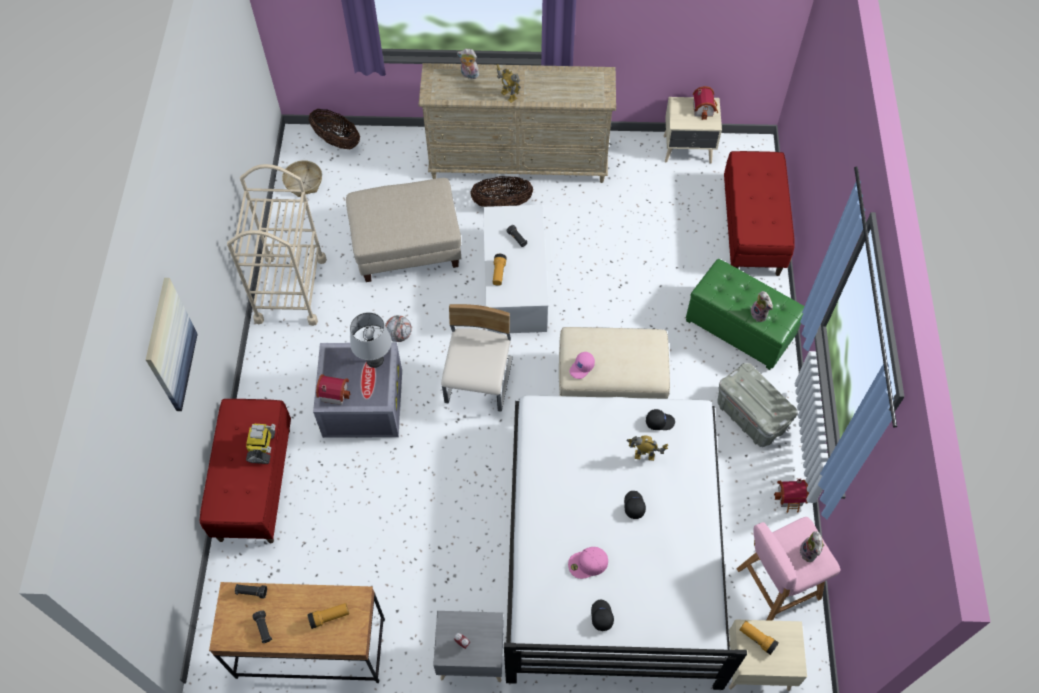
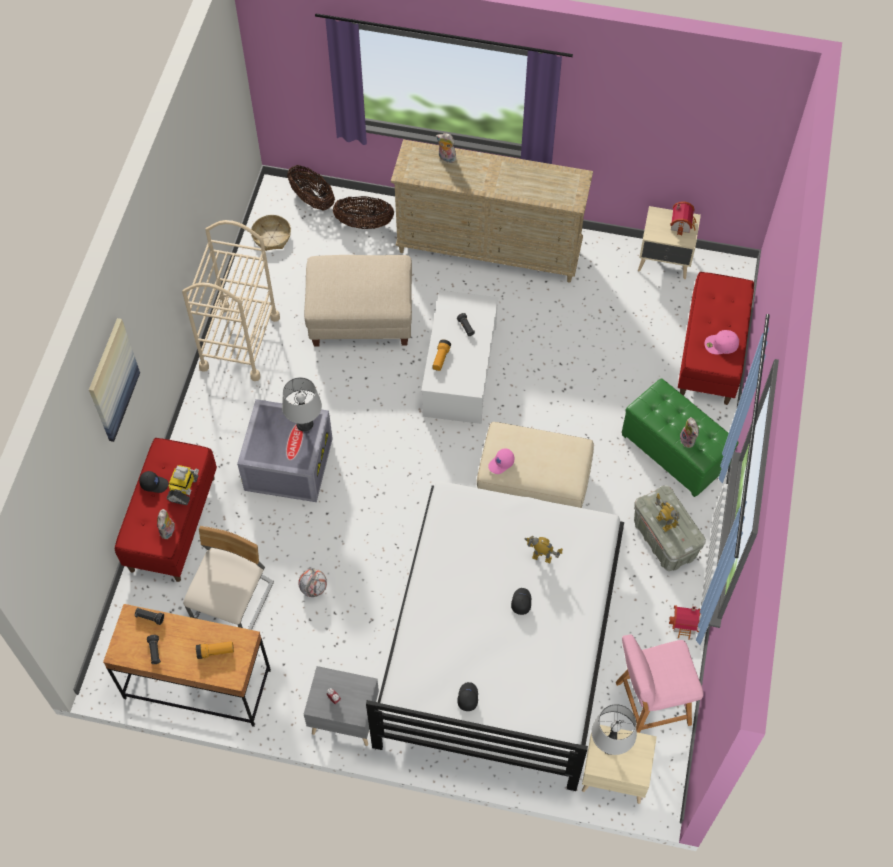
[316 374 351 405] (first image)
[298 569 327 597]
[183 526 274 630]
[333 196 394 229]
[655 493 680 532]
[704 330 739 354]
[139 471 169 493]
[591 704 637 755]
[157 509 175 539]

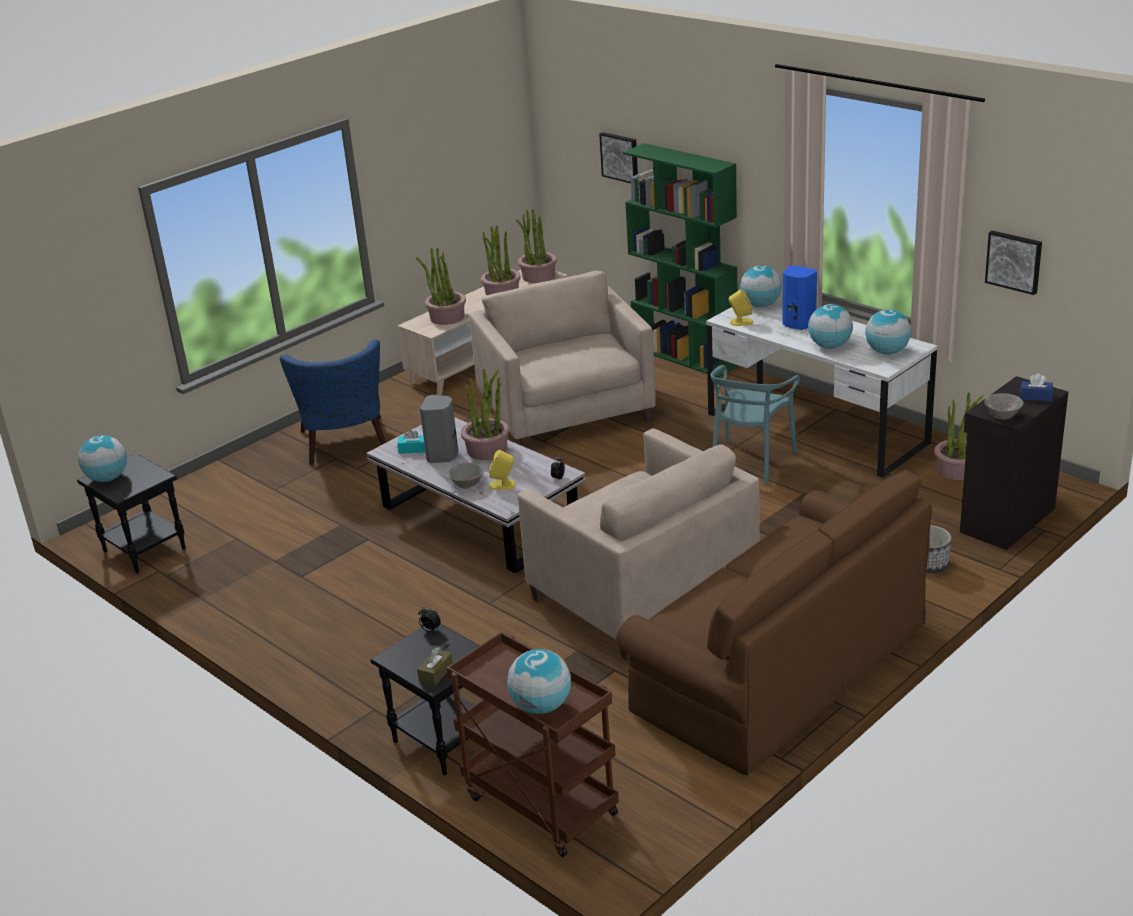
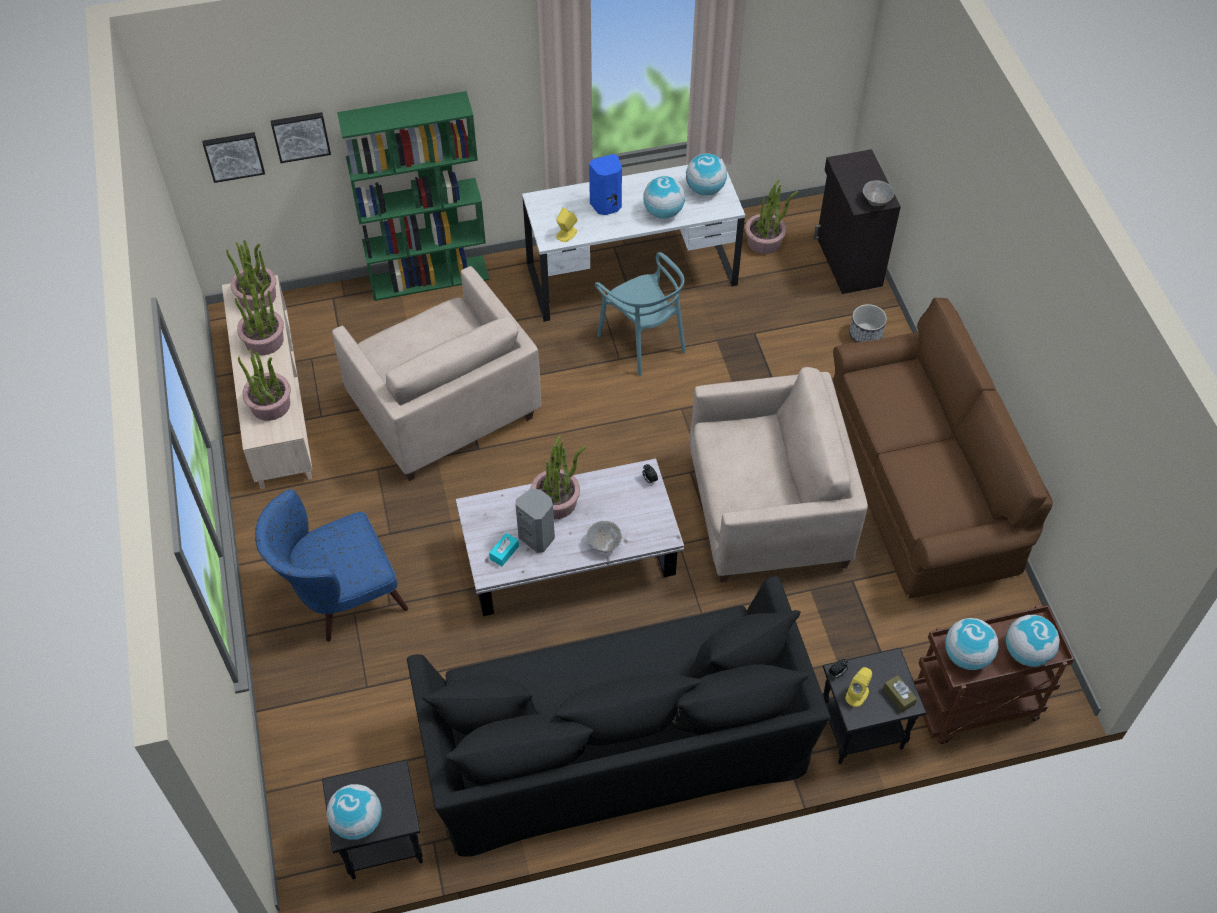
[255 489 408 642]
[332 266 541 481]
[846 667 872 707]
[945 618 998 670]
[202 132 265 183]
[1020 373 1053 401] (first image)
[407 576 830 857]

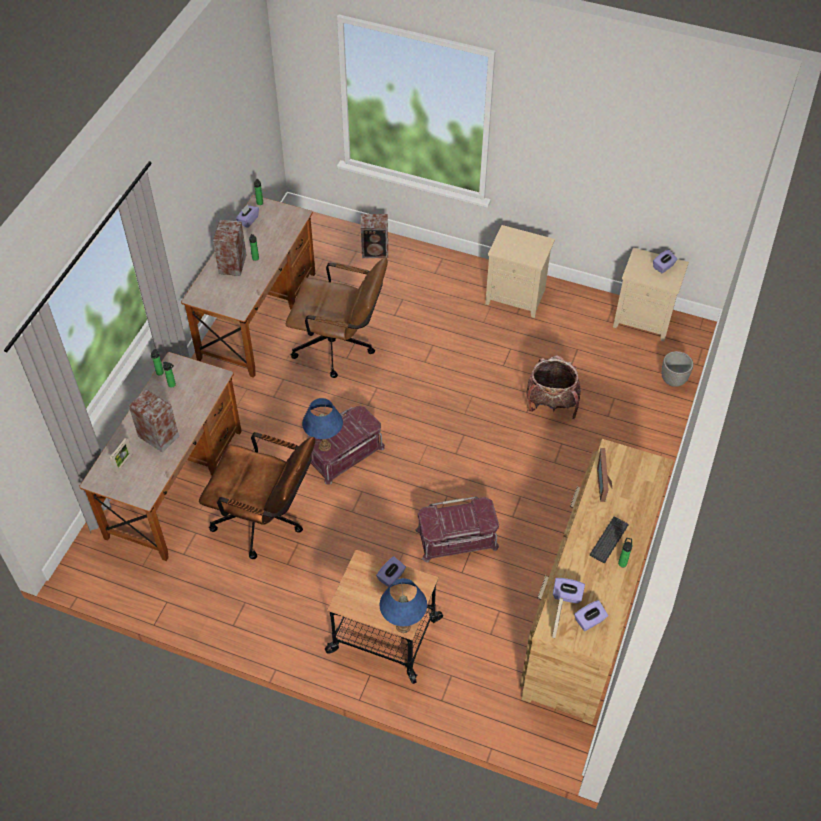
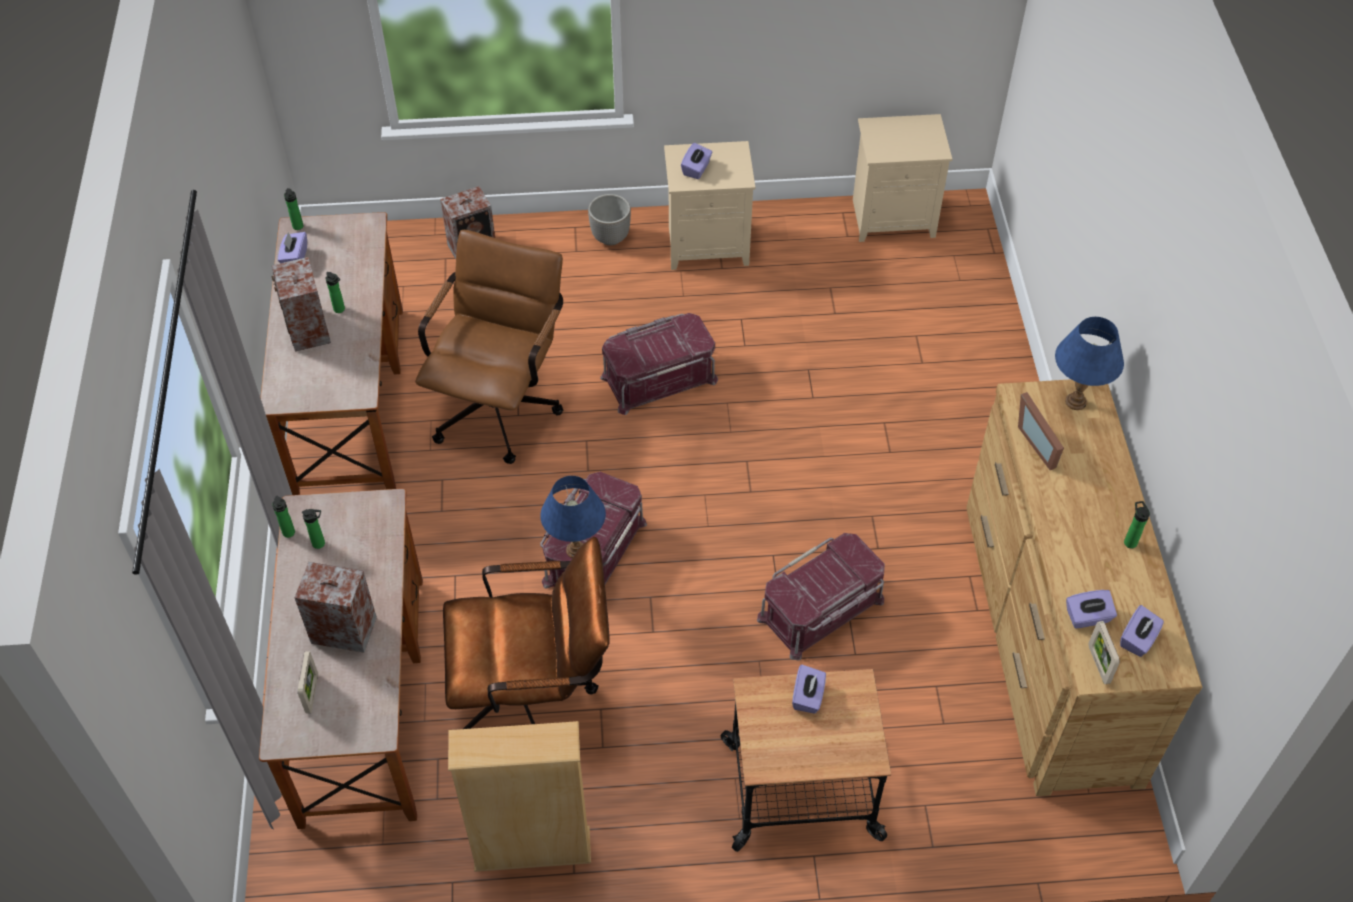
[415 230 563 464]
[1055 317 1124 410]
[526 355 581 419] (first image)
[590 517 629 563] (first image)
[681 143 712 179]
[588 194 631 245]
[448 721 591 872]
[600 313 718 415]

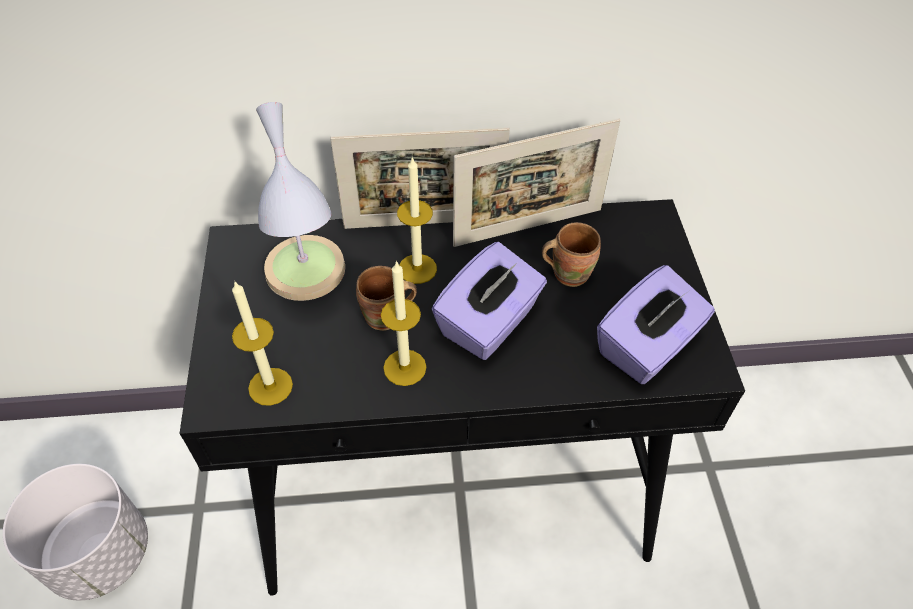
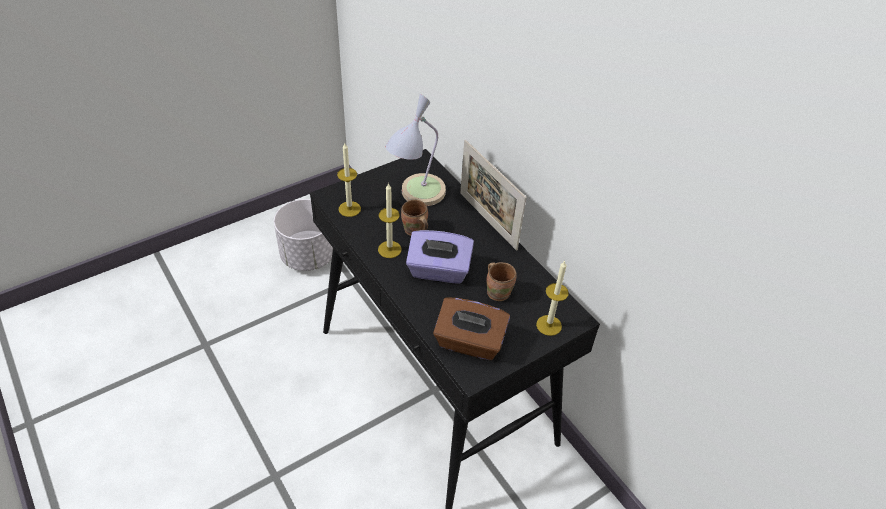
[536 260 569 336]
[453 118 620 247] (first image)
[433 298 510 360]

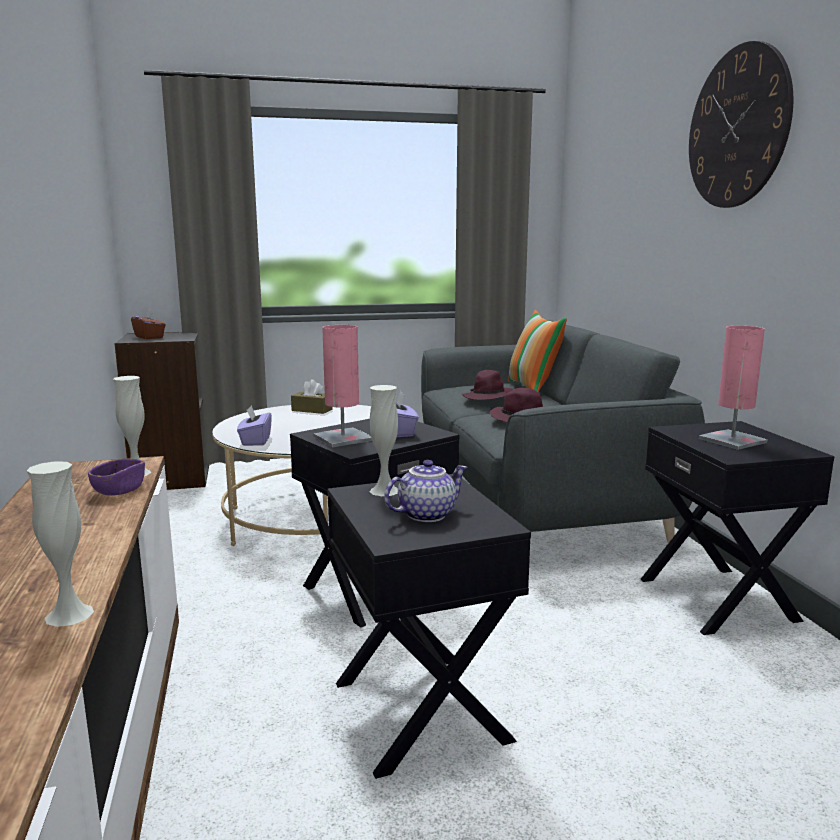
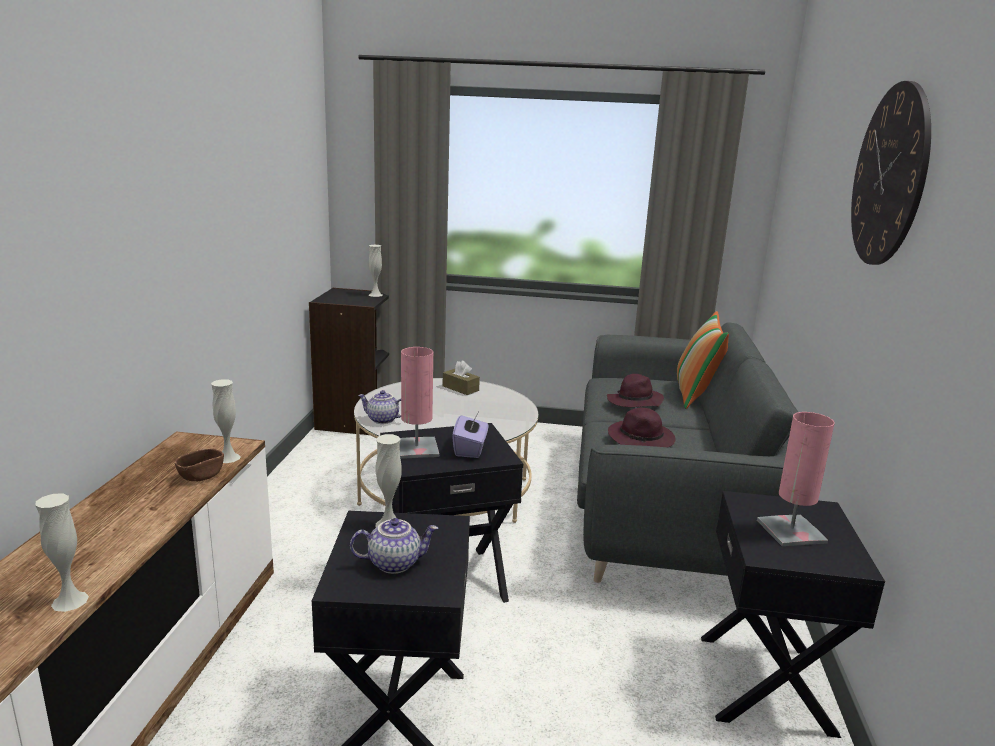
[175 448 224 481]
[131 309 166 339] (first image)
[358 390 401 424]
[369 245 383 297]

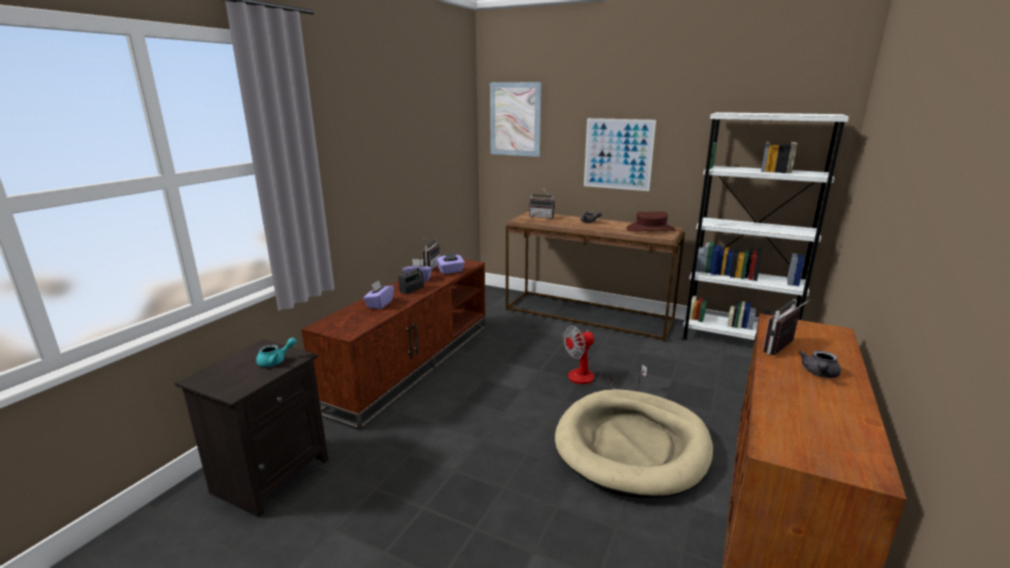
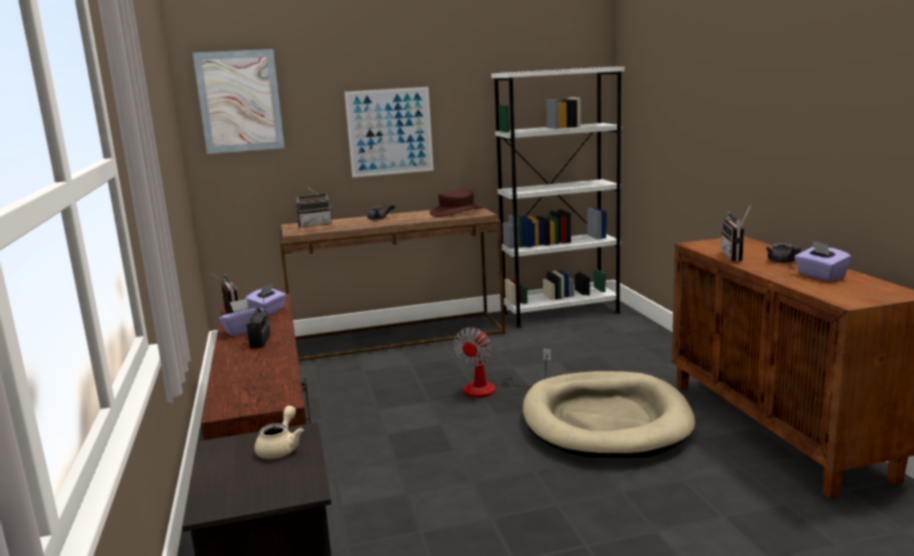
[254 406 304 459]
[795 241 852 281]

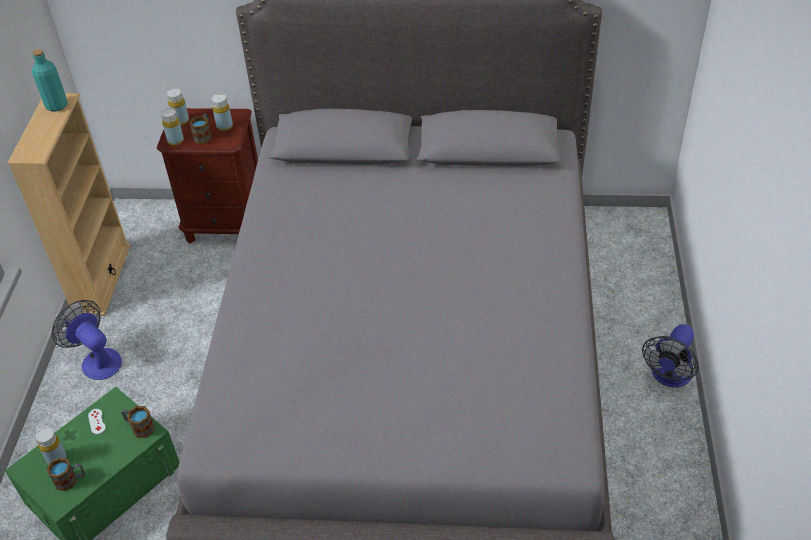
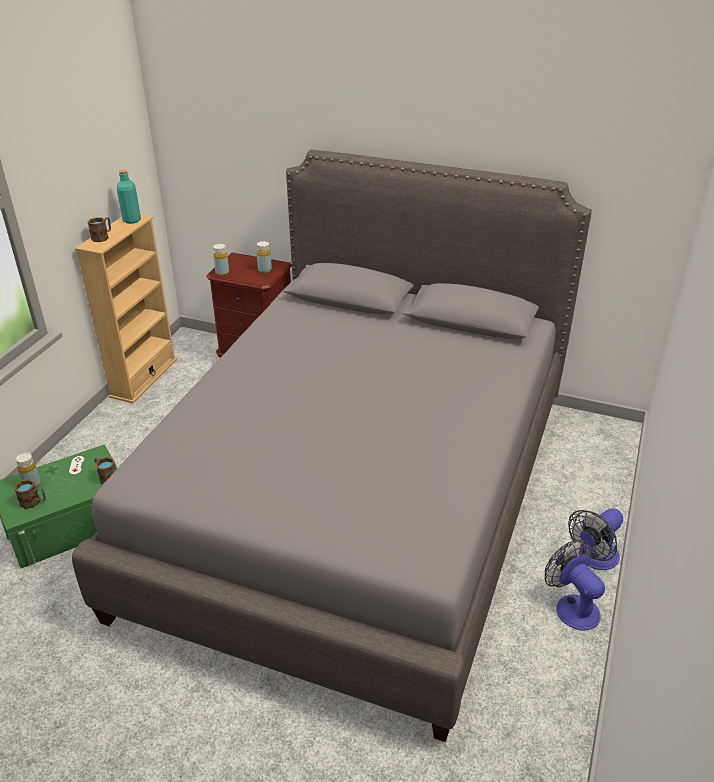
[545 540 605 631]
[167 88 189 125] (first image)
[87 217 111 242]

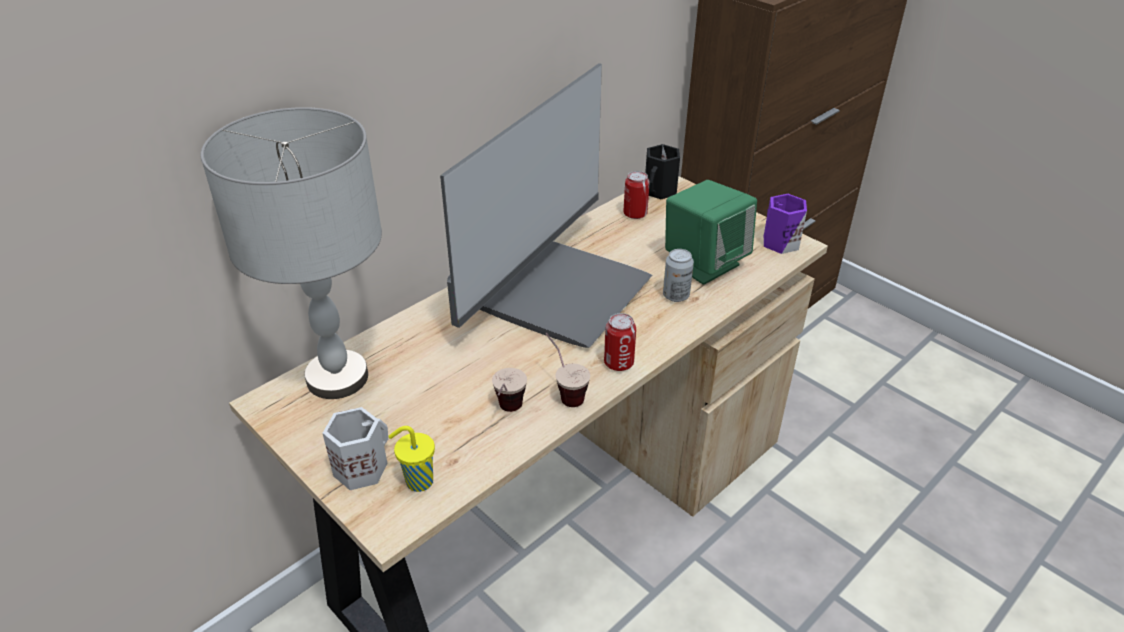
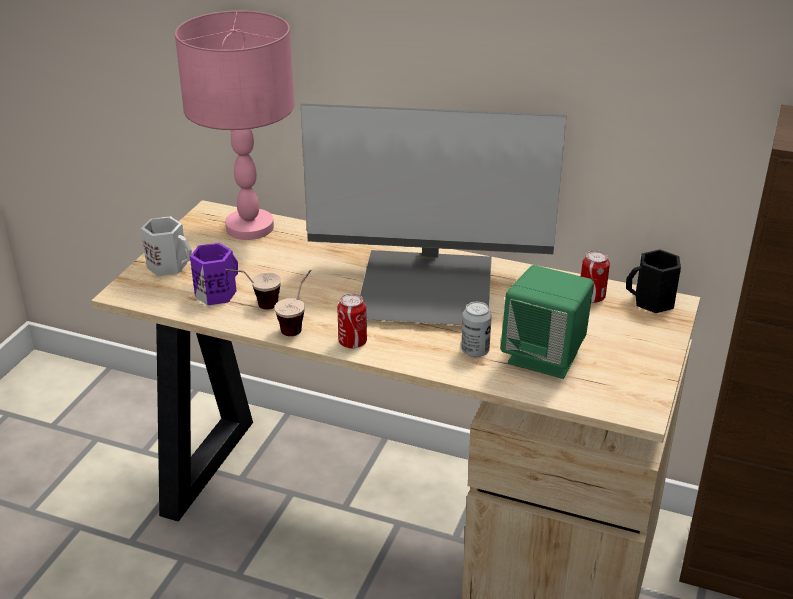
[175 11 295 240]
[389 426 435 492] (first image)
[190 243 238 305]

